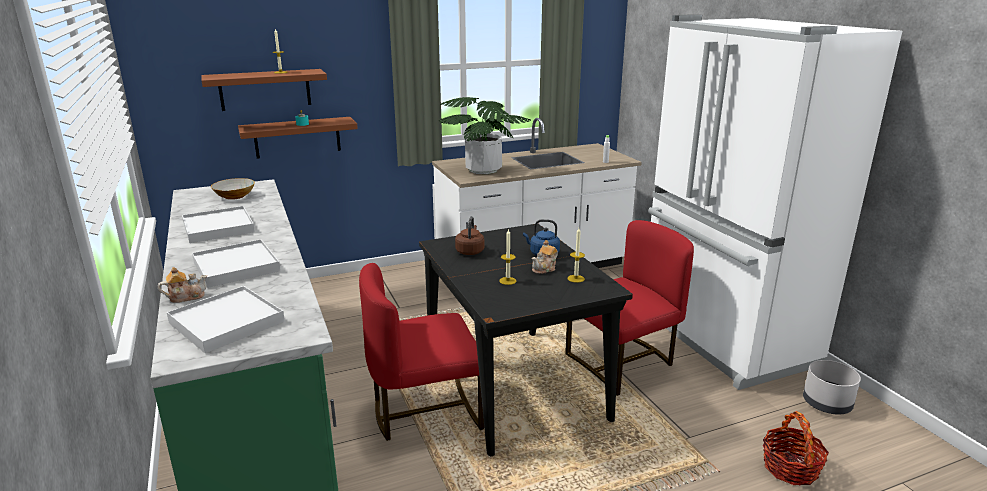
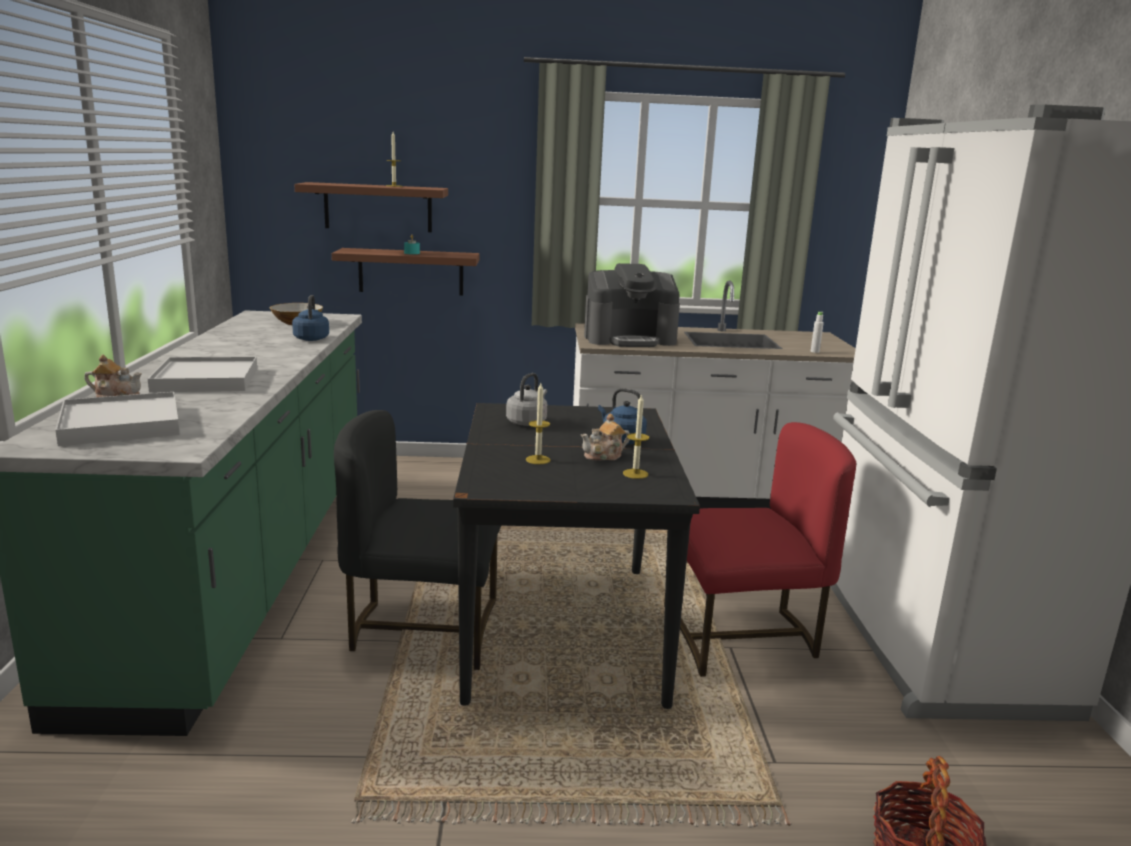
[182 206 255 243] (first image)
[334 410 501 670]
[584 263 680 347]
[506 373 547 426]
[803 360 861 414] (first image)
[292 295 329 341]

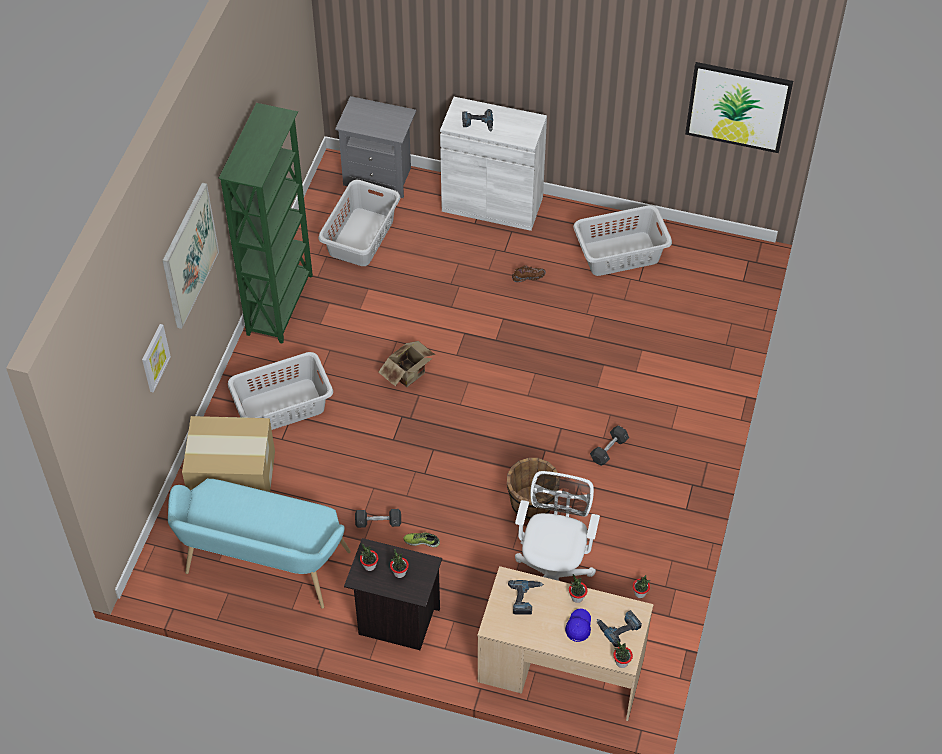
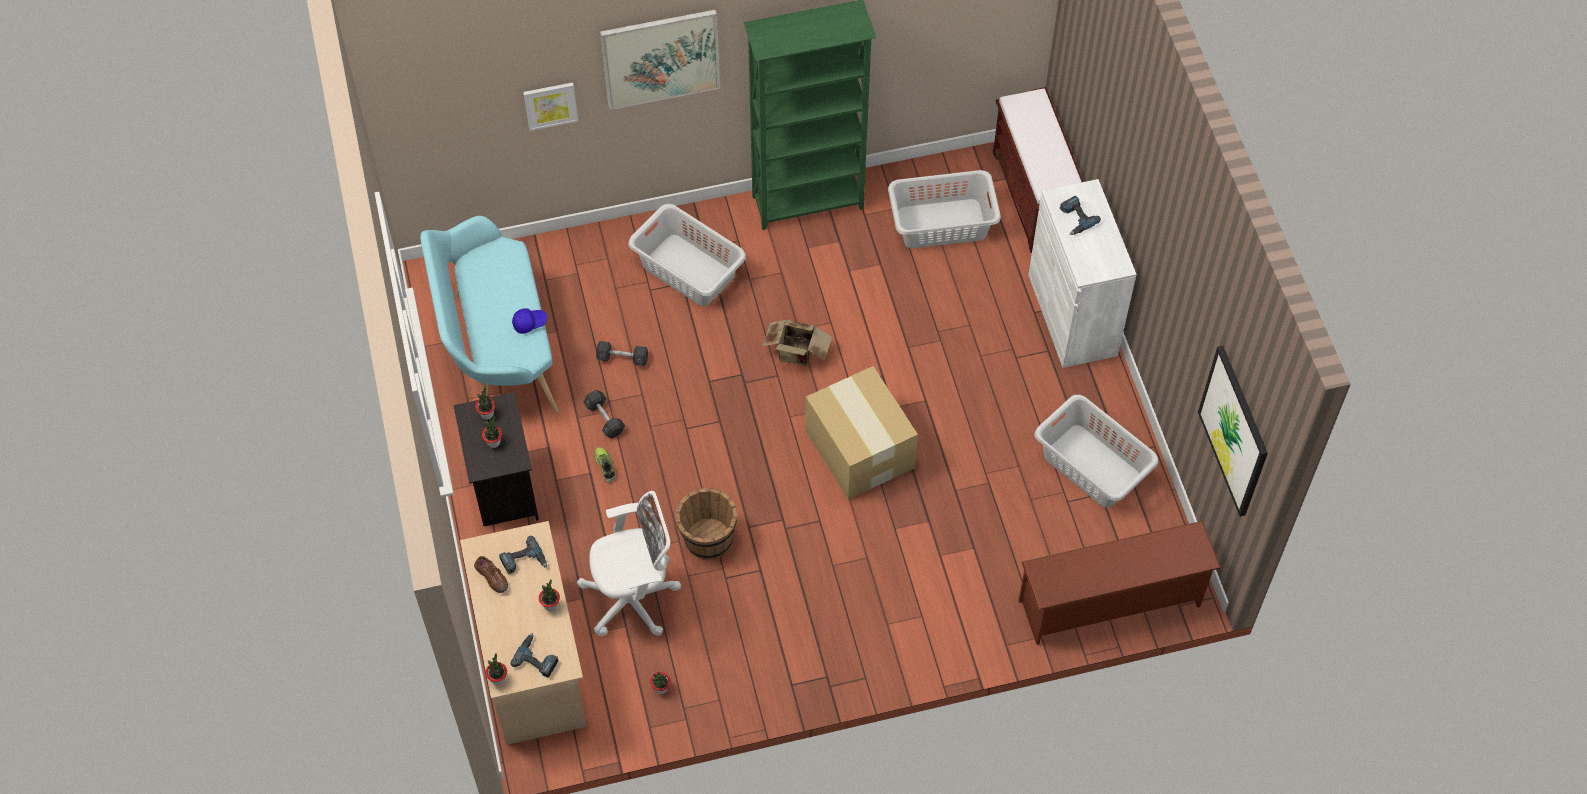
[806 366 918 500]
[993 87 1083 253]
[474 556 508 593]
[512 308 547 334]
[596 341 648 366]
[1018 521 1221 645]

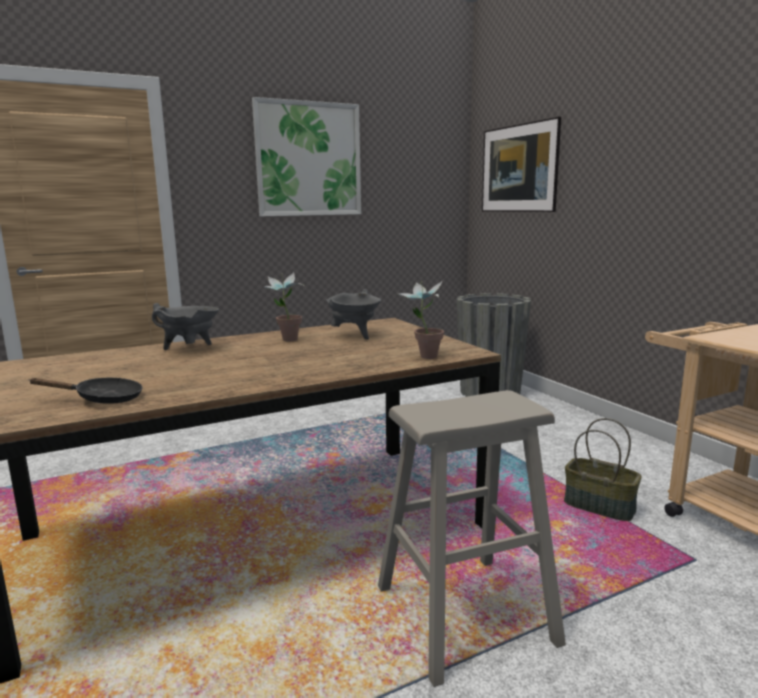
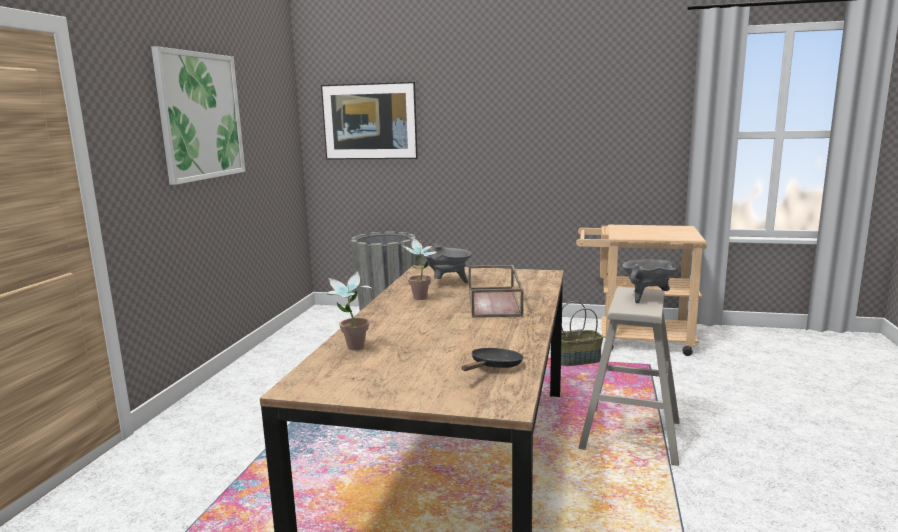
[622 260 676 303]
[327 271 373 350]
[469 265 523 318]

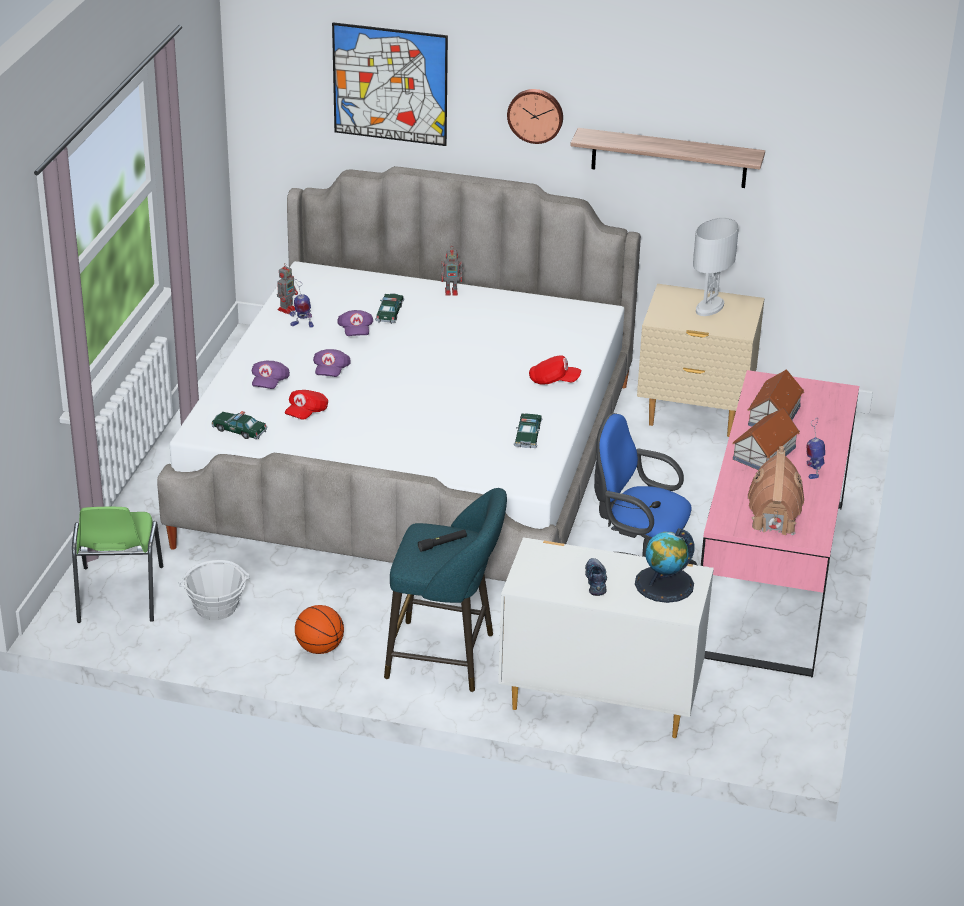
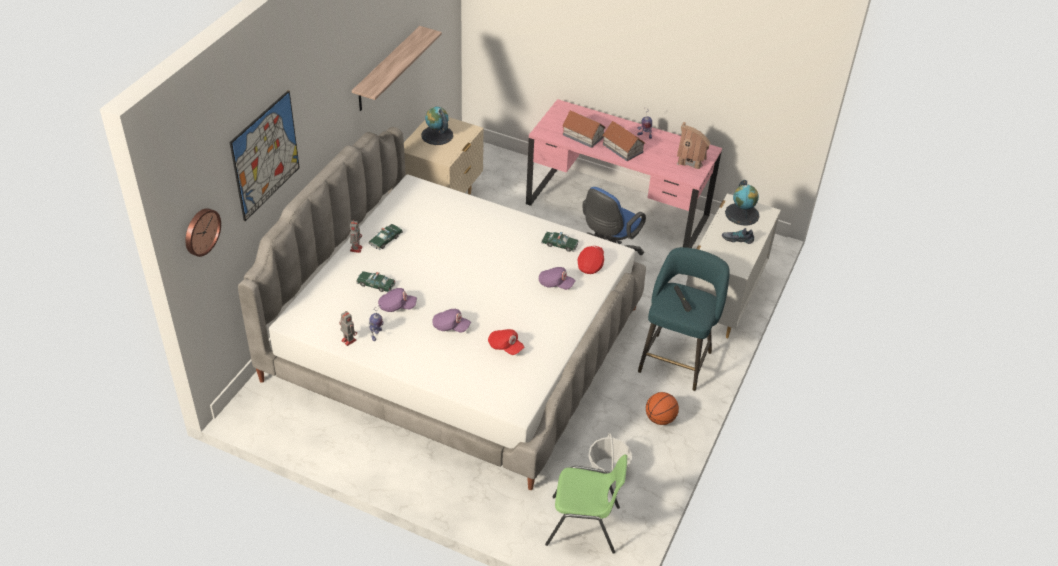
[369 224 403 250]
[539 267 576 290]
[185 208 221 257]
[578 246 604 274]
[421 107 453 145]

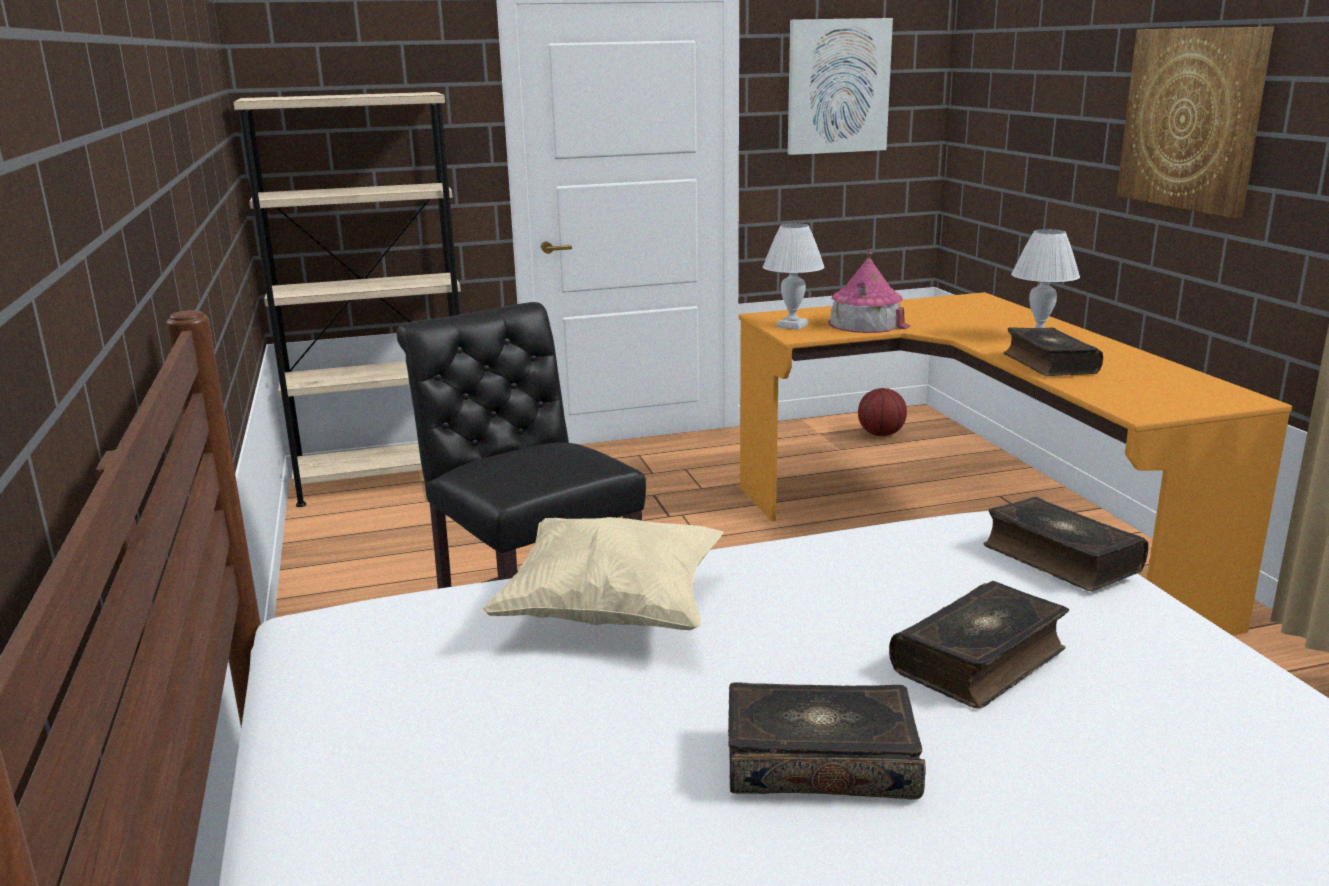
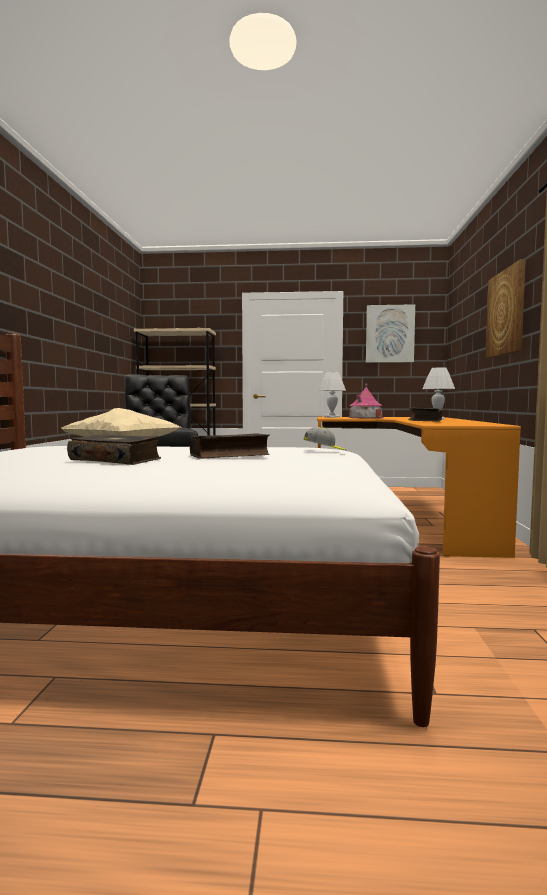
[858 388 907 436] (first image)
[303 427 346 450]

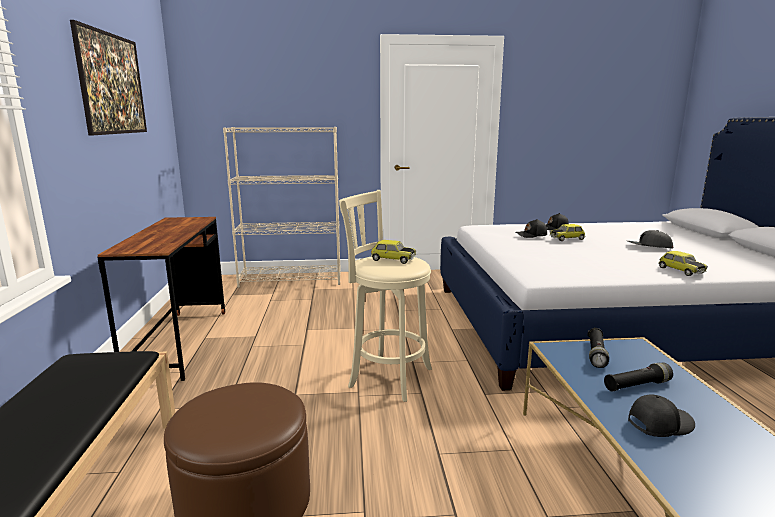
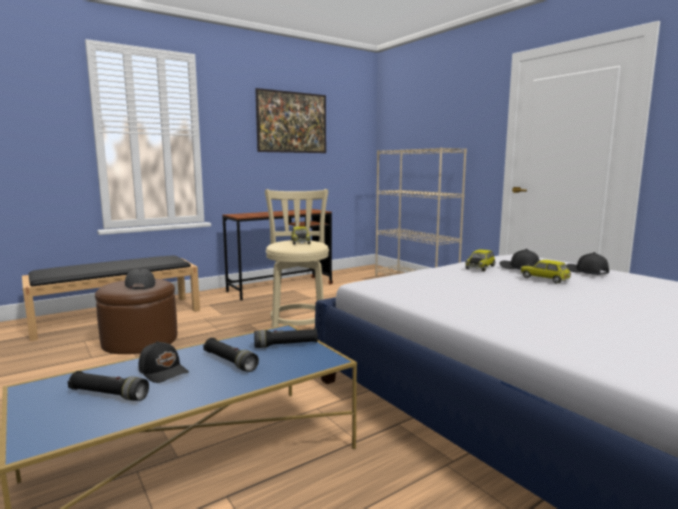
[125 269 156 289]
[466 249 495 271]
[68 371 149 401]

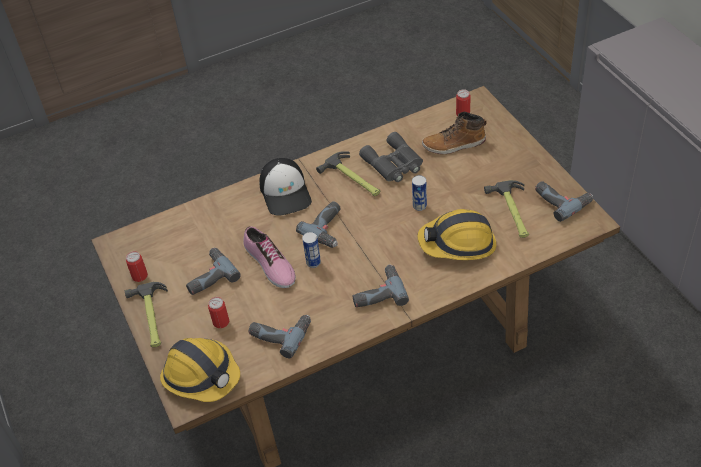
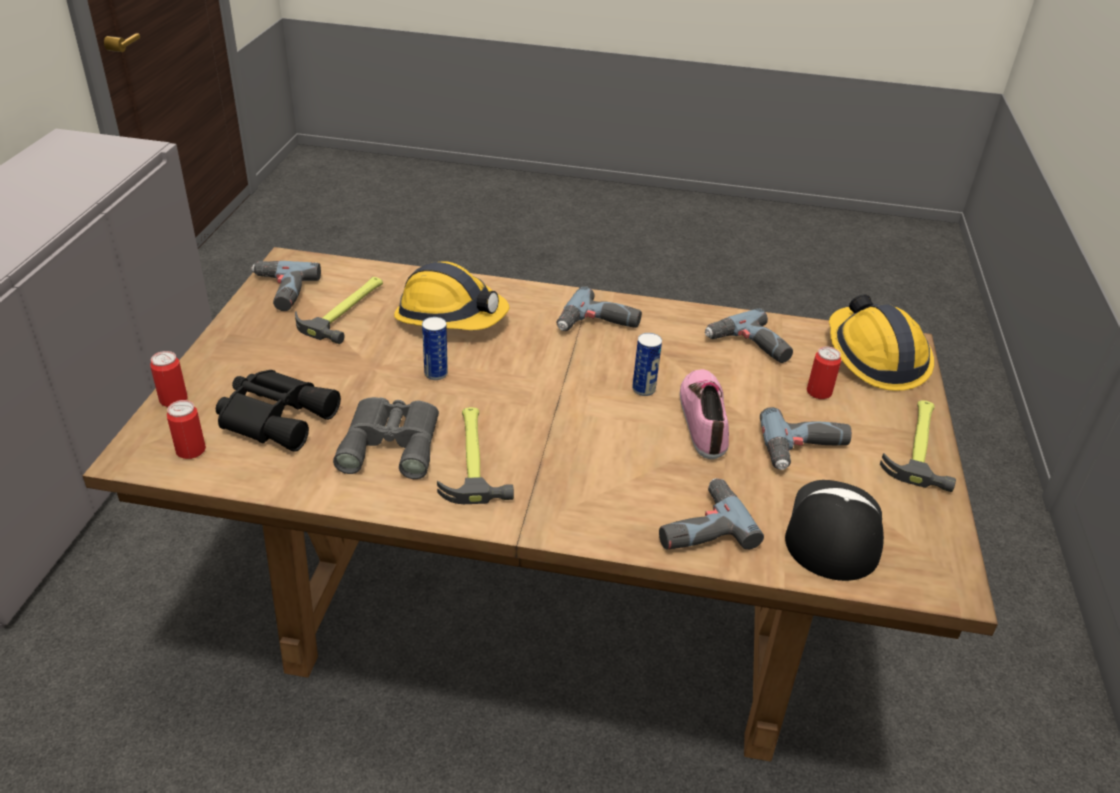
[150 351 188 407]
[785 480 884 581]
[659 478 764 549]
[216 370 341 452]

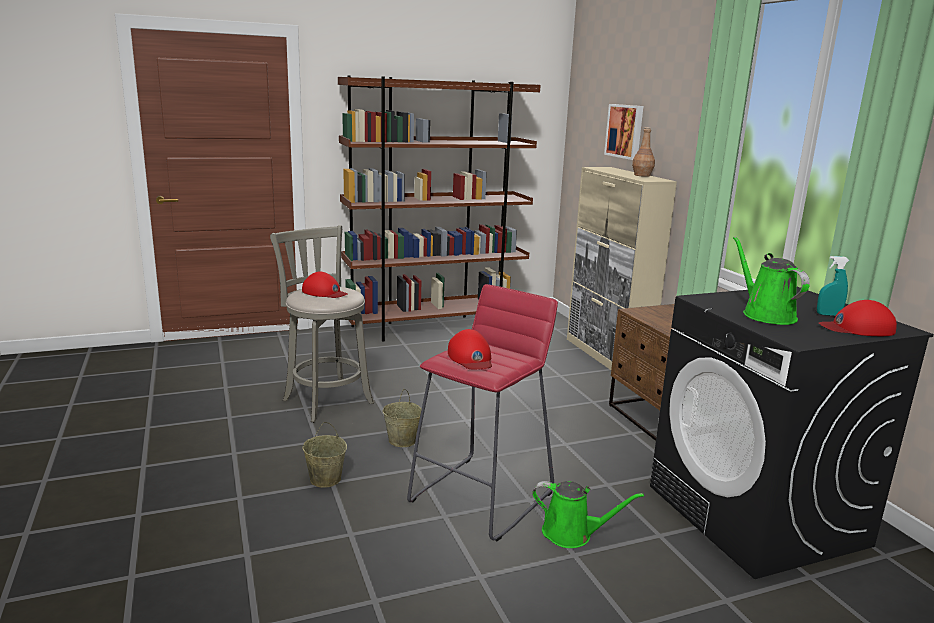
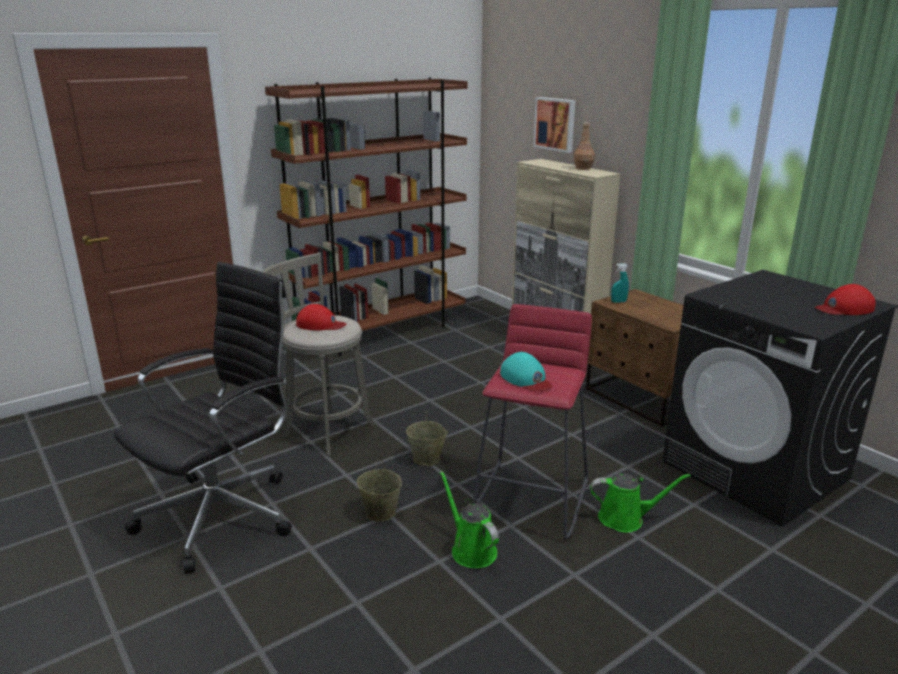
[500 352 552 391]
[440 471 499 568]
[611 263 629 303]
[114 262 292 574]

